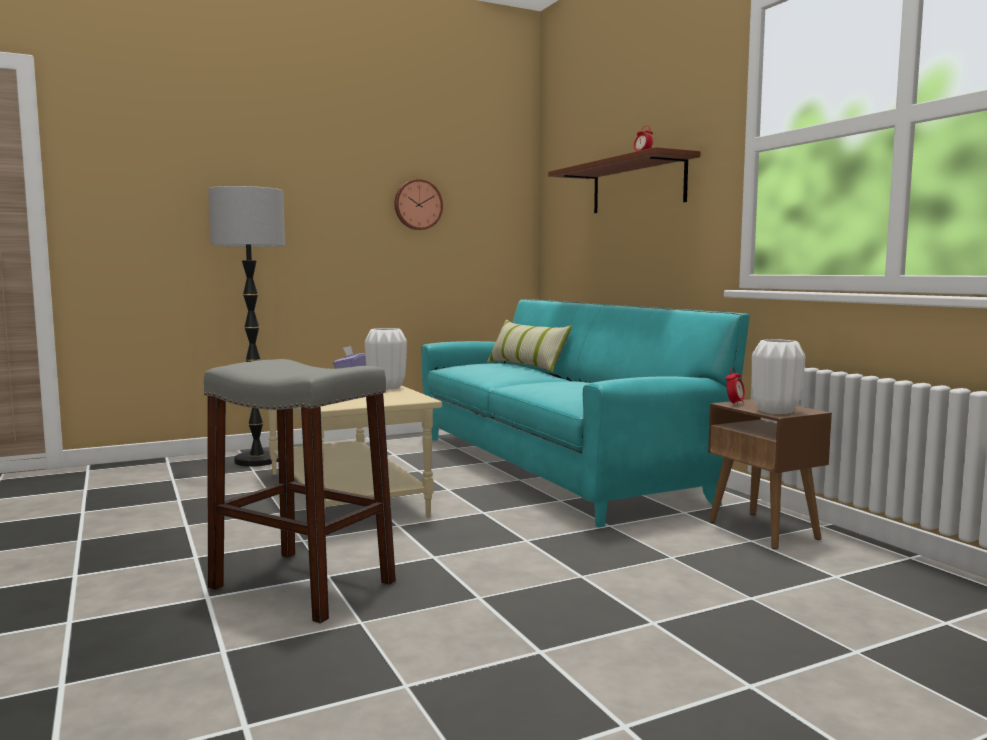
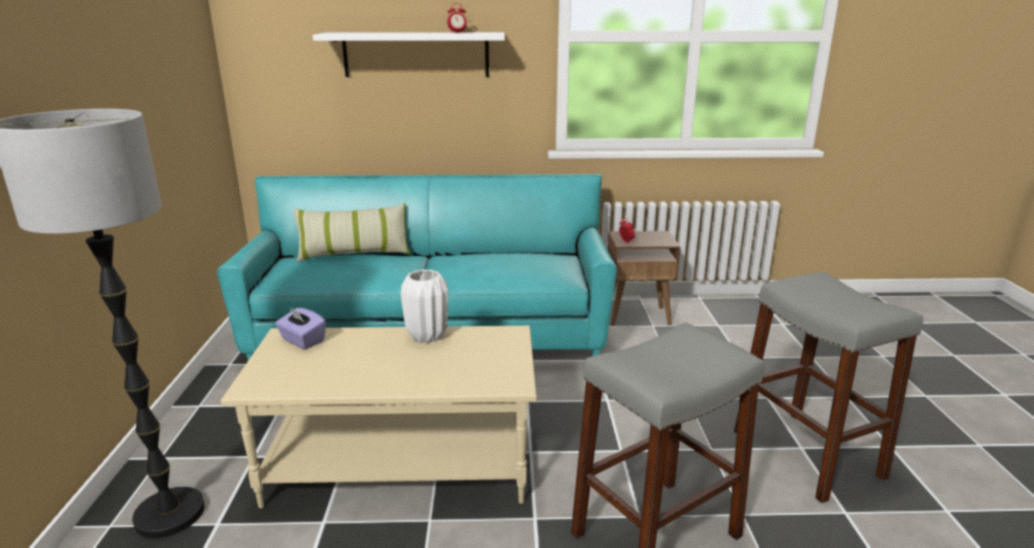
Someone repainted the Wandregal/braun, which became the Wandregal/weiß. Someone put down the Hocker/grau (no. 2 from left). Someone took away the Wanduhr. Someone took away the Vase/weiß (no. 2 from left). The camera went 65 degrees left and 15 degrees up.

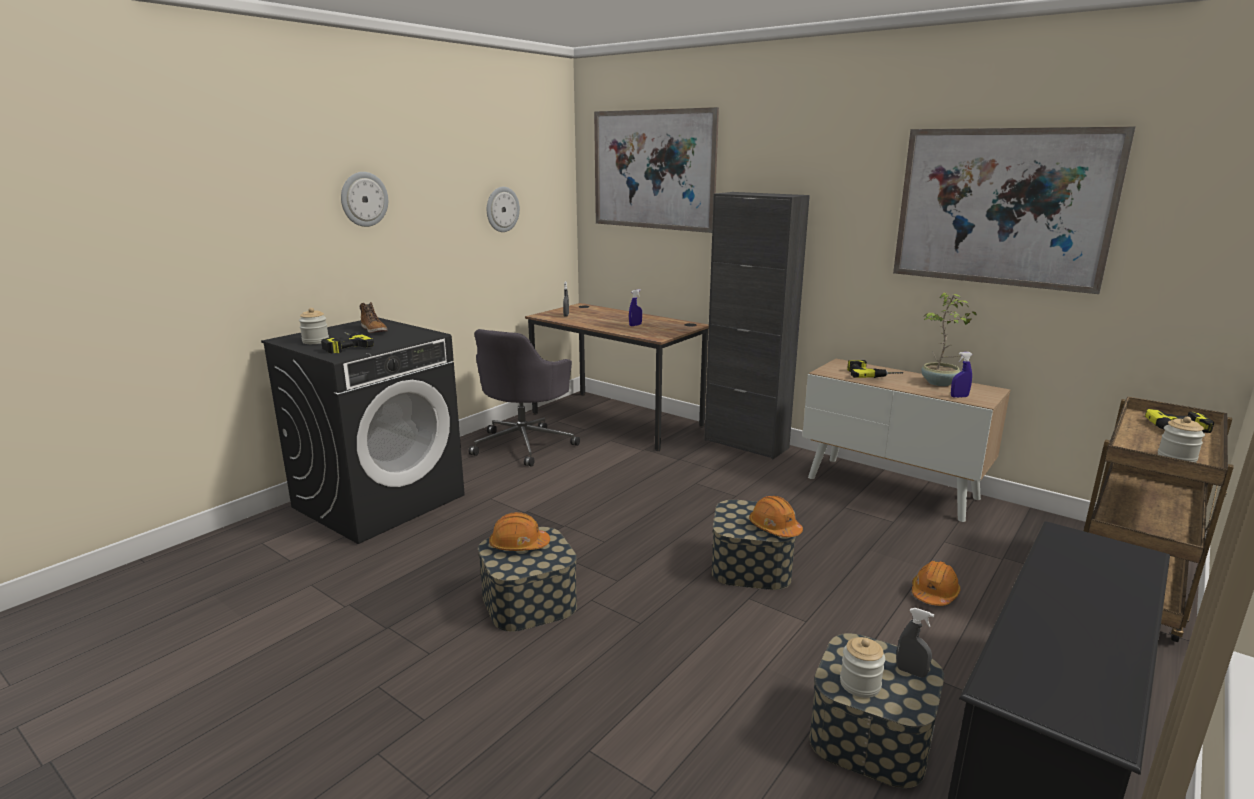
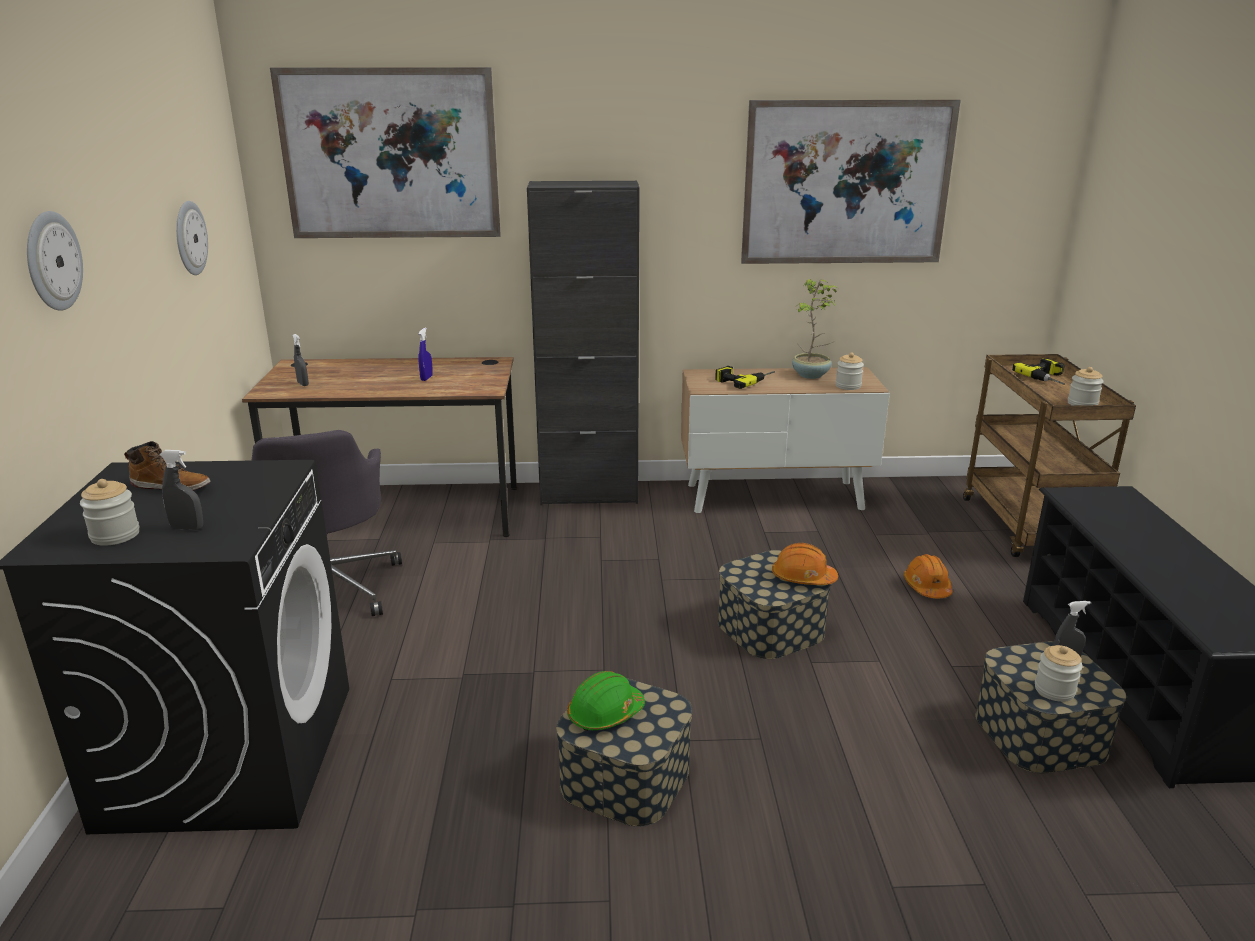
Someone swapped the Bohrmaschine (no. 1 from left) for the Sprühflasche/grau (no. 1 from left). Someone repainted the Schutzhelm/orange (no. 1 from left), which became the Schutzhelm/grün. Someone swapped the Sprühflasche/blau (no. 2 from left) for the Vorratsglas (no. 2 from left). The camera went 40 degrees left and 5 degrees up.

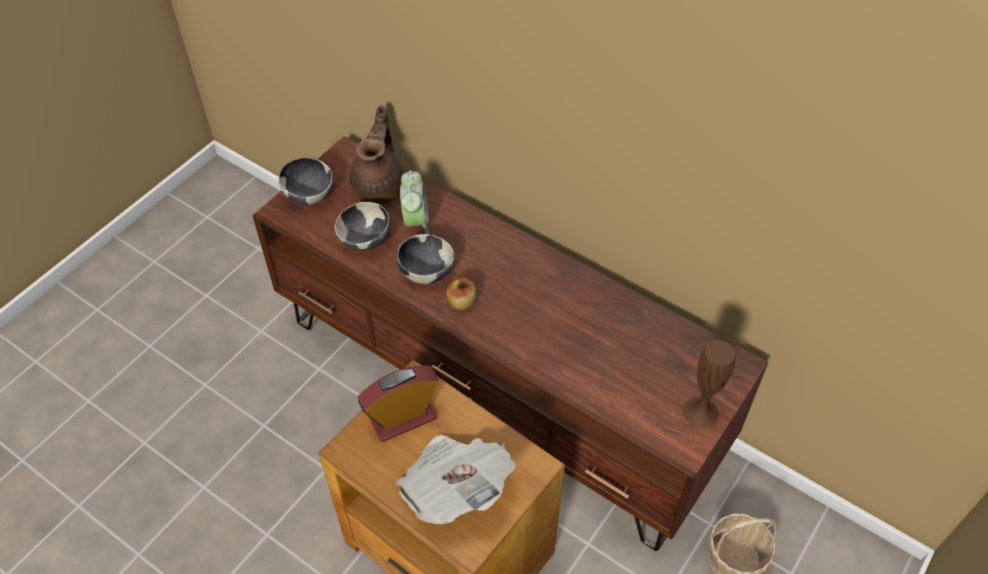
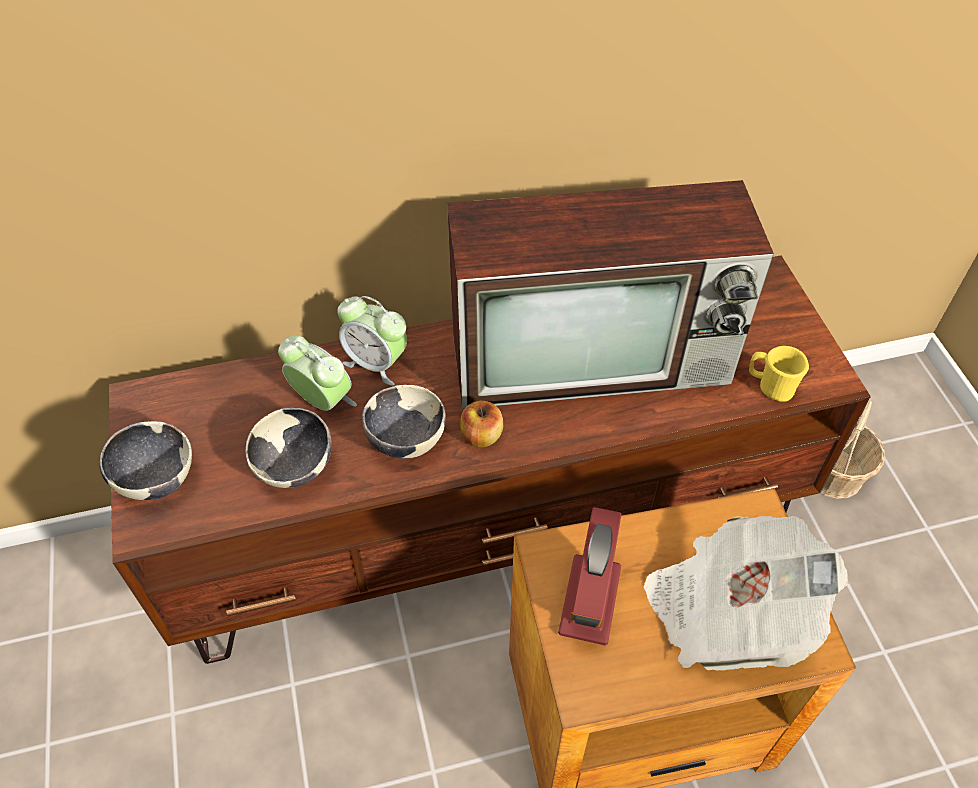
Someone put down the Wecker (no. 2 from left). Someone put down the Fernseher. Someone put down the Henkelbecher/gelb. Someone took away the Teekanne/braun. Someone took away the Vase/braun. The camera went 50 degrees left and 0 degrees up.

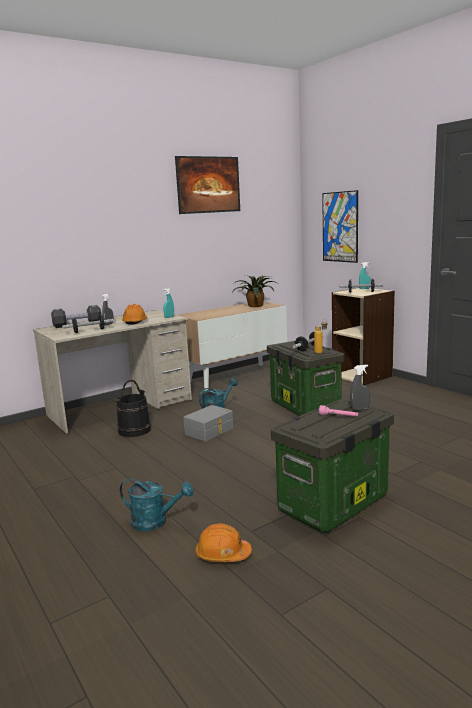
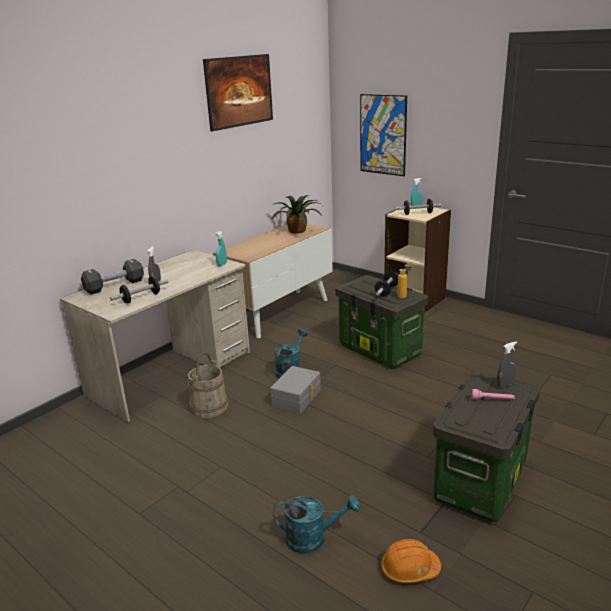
Someone repainted the Eimer/schwarz, which became the Eimer/beige. Someone took away the Schutzhelm/orange (no. 1 from left). The camera went 15 degrees left and 10 degrees up.

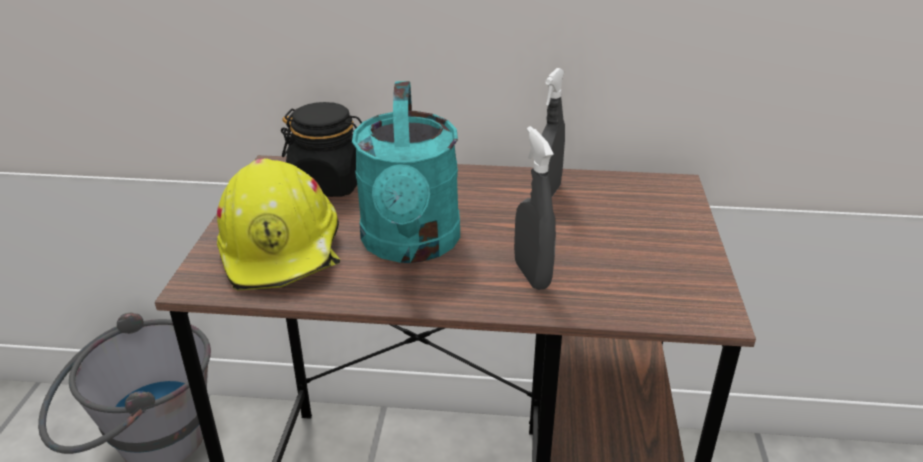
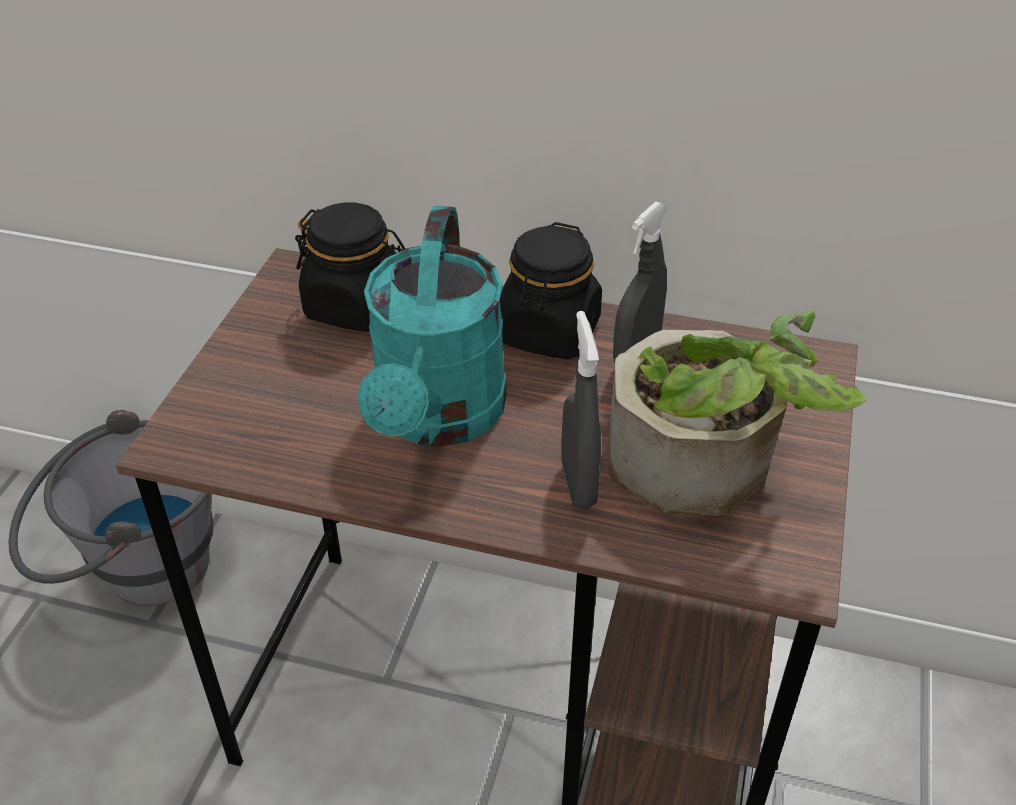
Someone put down the Vorratsglas/schwarz (no. 2 from left). Someone put down the Topfpflanze. Someone took away the Schutzhelm/gelb. The camera went 10 degrees right and 10 degrees up.

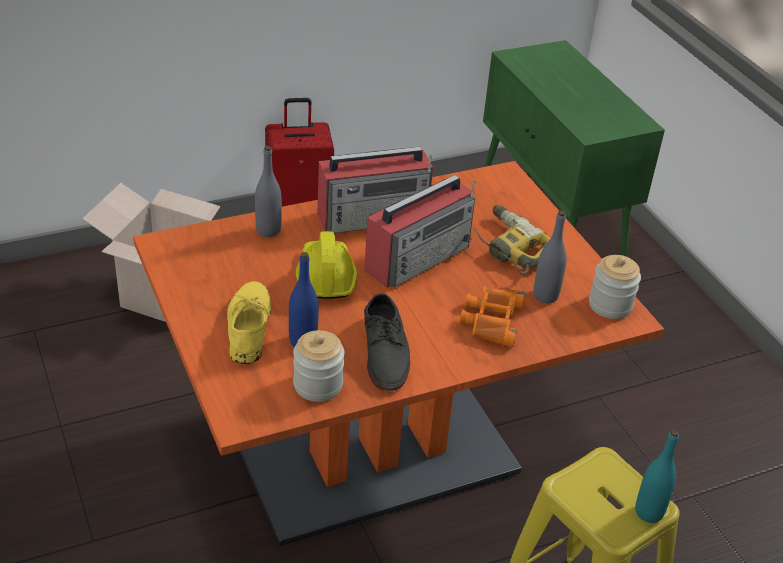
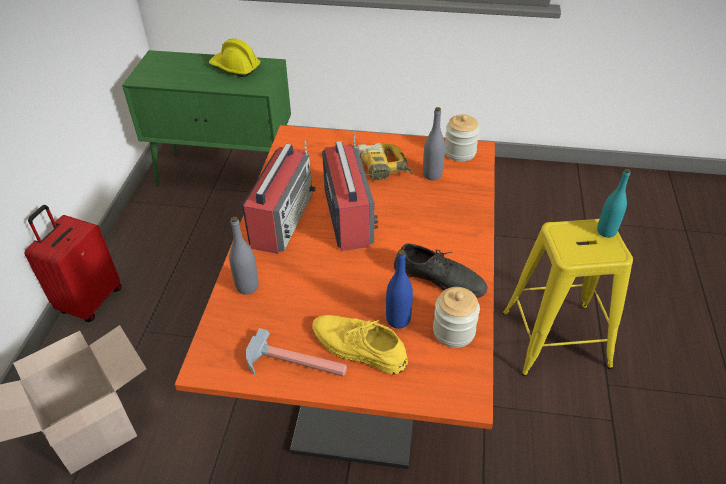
Someone carried the Schutzhelm/gelb. Someone put down the Hammer. Someone took away the Fernglas/orange. The camera went 55 degrees left and 5 degrees up.

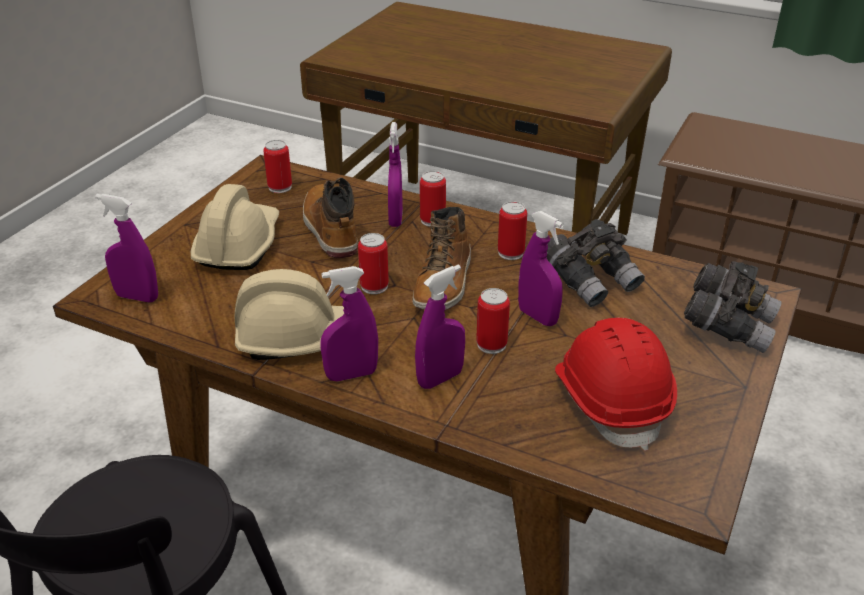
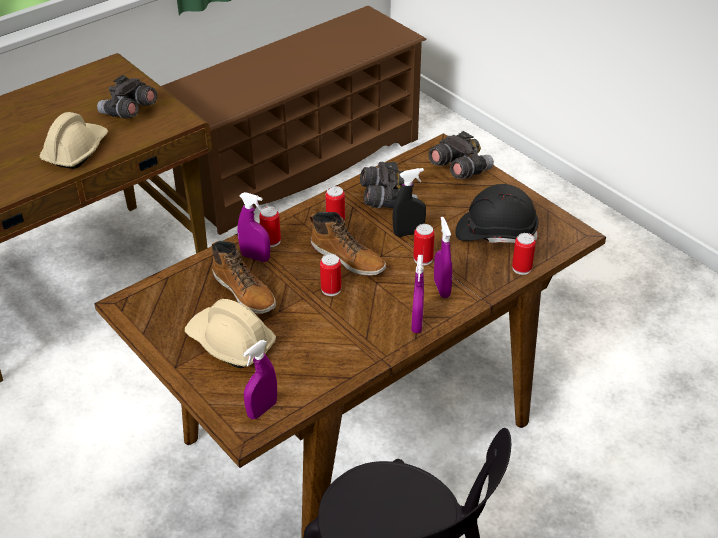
Someone carried the Schutzhelm/beige (no. 2 from left in the first image). Someone put down the Fernglas/grau (no. 1 from left). Someone rotated the Stiefel (no. 1 from left) by 135 degrees counterclockwise. Someone repainted the Sprühflasche/lila (no. 5 from left), which became the Sprühflasche/schwarz. Someone repainted the Schutzhelm/rot, which became the Schutzhelm/schwarz. Someone carried the Dose (no. 1 from left in the first image). The camera went 65 degrees left and 5 degrees up.

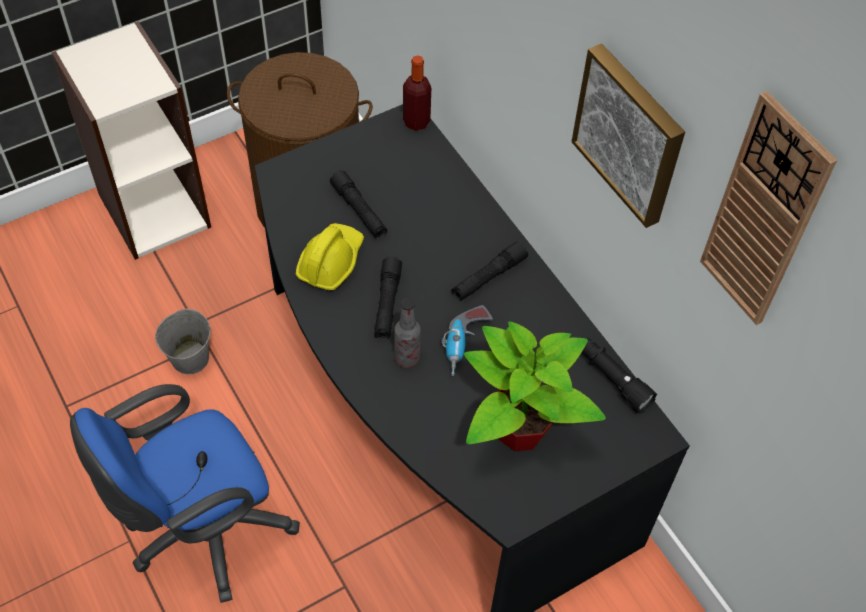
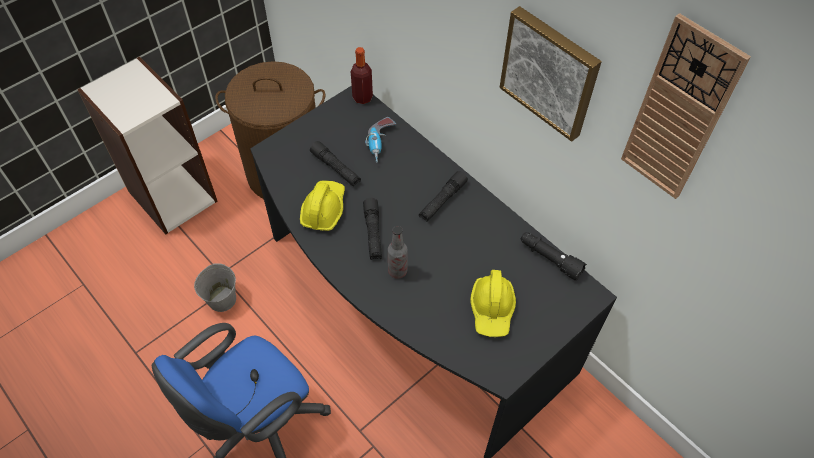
Someone carried the Bohrmaschine. Someone swapped the Topfpflanze for the Schutzhelm/gelb (no. 2 from left). The camera went 10 degrees left and 0 degrees up.

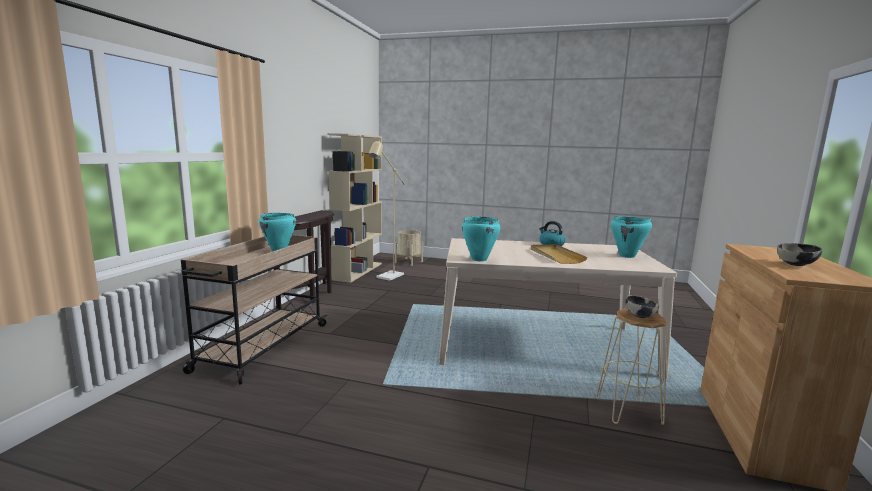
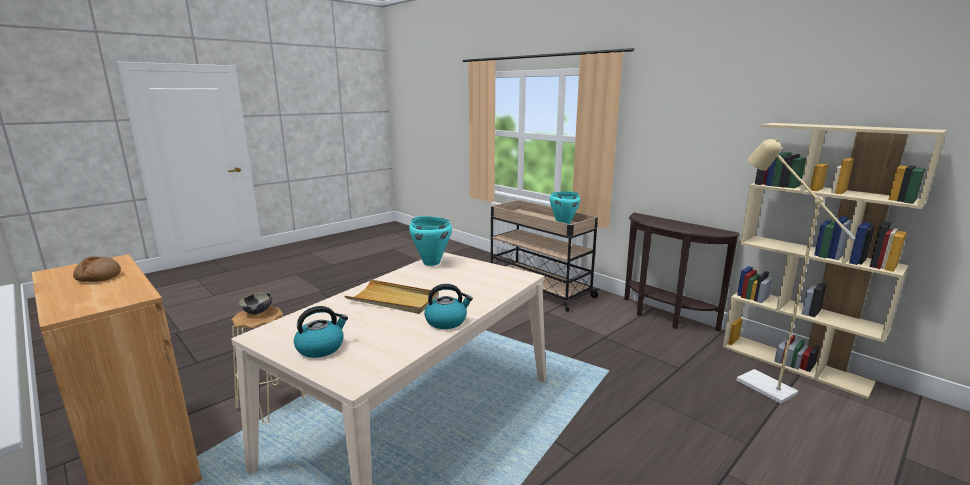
Someone swapped the Schüssel (no. 2 from left) for the Brot. Someone swapped the Kochtopf/türkis (no. 3 from left) for the Wasserkessel (no. 1 from left). Someone took away the Pflanzkübel/beige. The camera went 120 degrees right and 5 degrees up.

